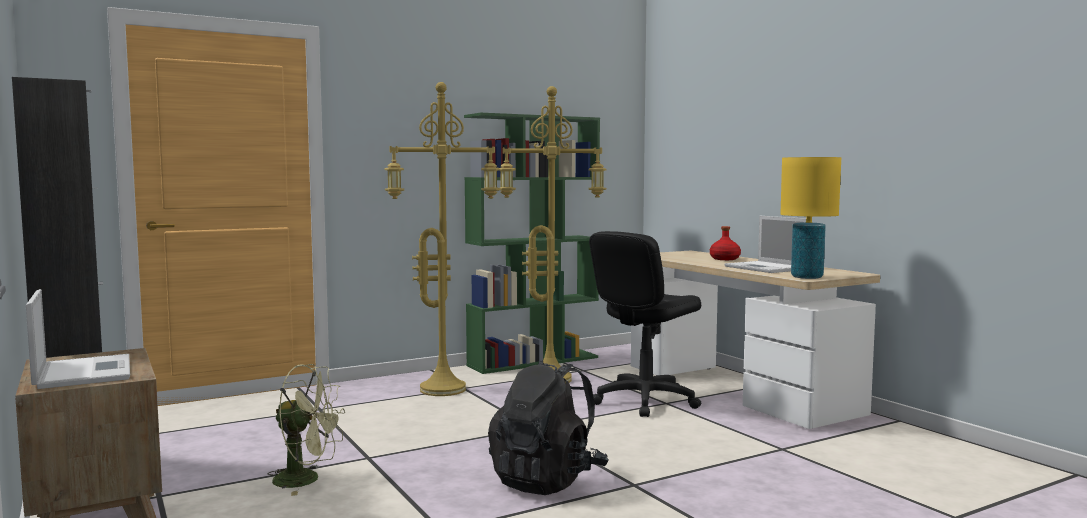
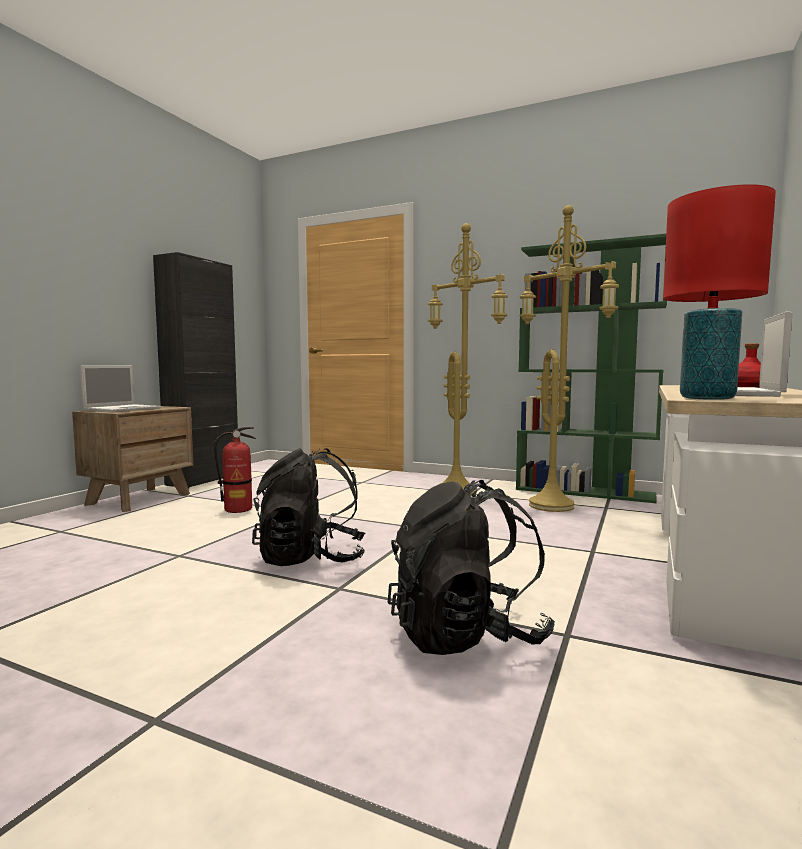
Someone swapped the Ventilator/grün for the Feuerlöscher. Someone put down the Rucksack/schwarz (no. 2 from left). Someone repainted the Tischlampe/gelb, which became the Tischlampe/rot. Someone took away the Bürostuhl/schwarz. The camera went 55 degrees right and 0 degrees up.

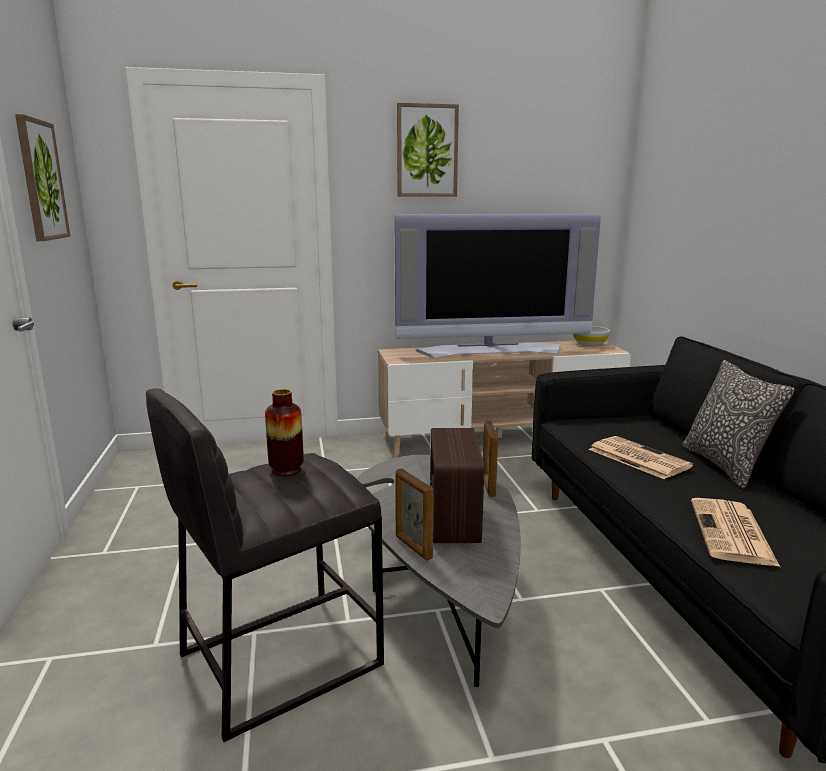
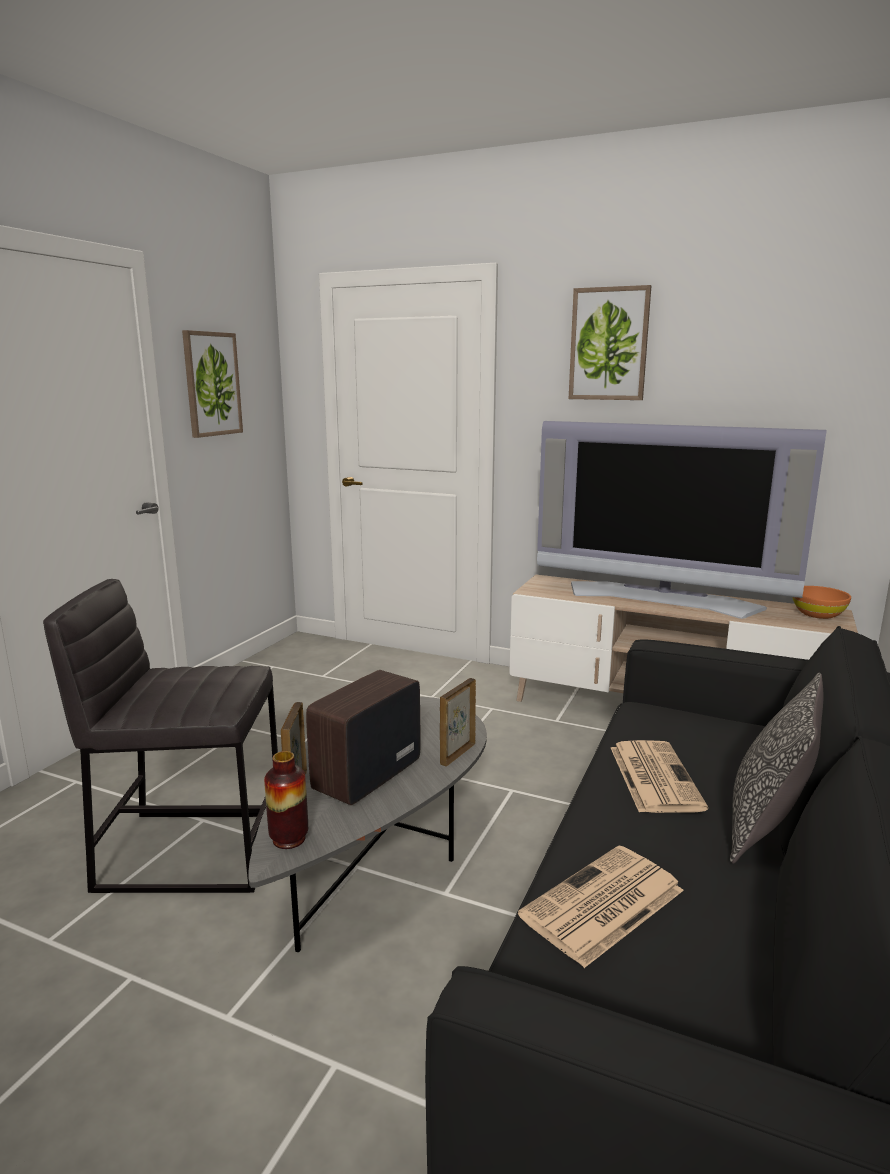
Someone carried the Vase. Someone repainted the Schüssel/weiß, which became the Schüssel/orange. The camera went 35 degrees right and 0 degrees up.

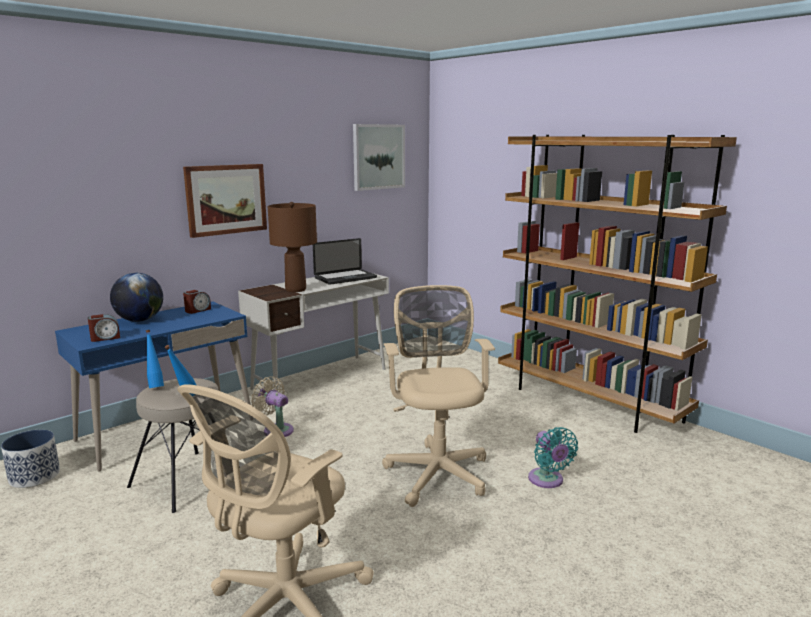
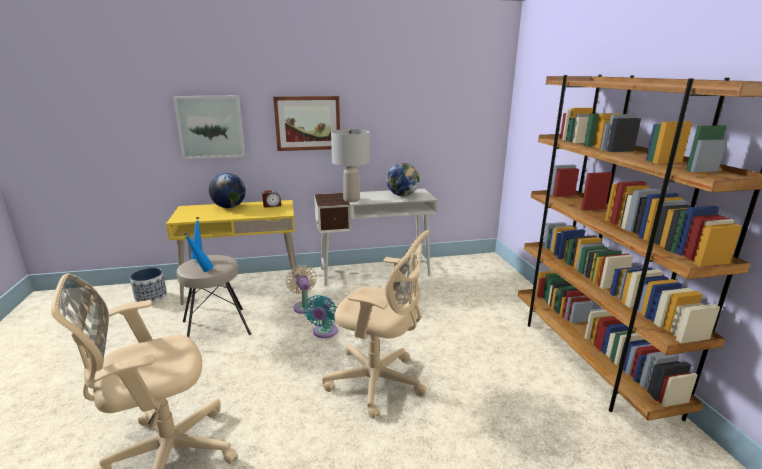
Someone repainted the Schreibtisch/blau, which became the Schreibtisch/gelb. Someone carried the Bild (no. 2 from left in the first image). Someone carried the Ventilator/türkis. Someone rotated the Bürostuhl/beige (no. 2 from left) by 90 degrees clockwise. Someone repainted the Tischlampe/braun, which became the Tischlampe/grau. Someone swapped the Laptop for the Globus (no. 2 from left). Someone took away the Wecker (no. 1 from left). The camera went 30 degrees right and 5 degrees up.

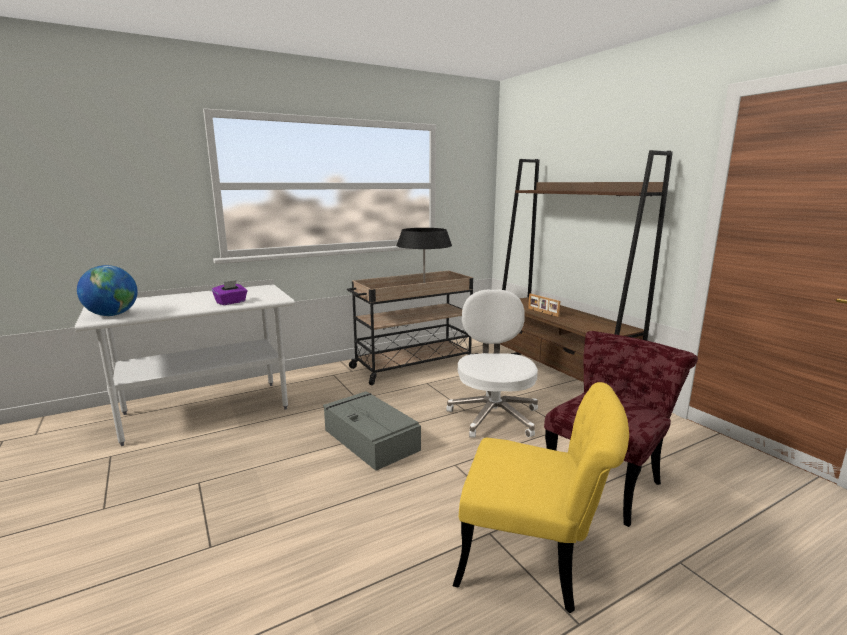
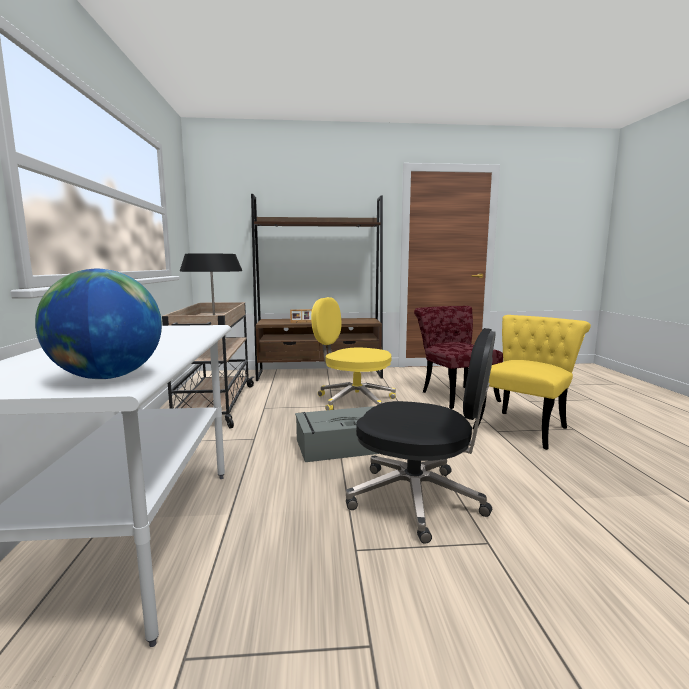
Someone repainted the Bürostuhl/weiß, which became the Bürostuhl/gelb. Someone put down the Bürostuhl/schwarz. Someone took away the Taschentuchbox/lila. The camera went 65 degrees left and 5 degrees down.

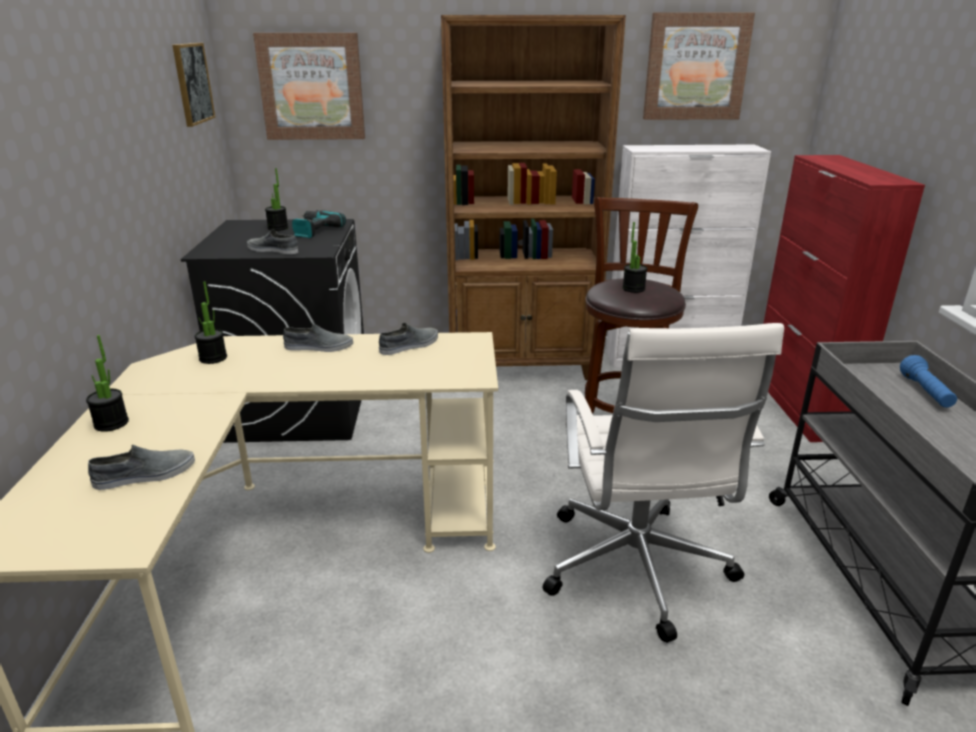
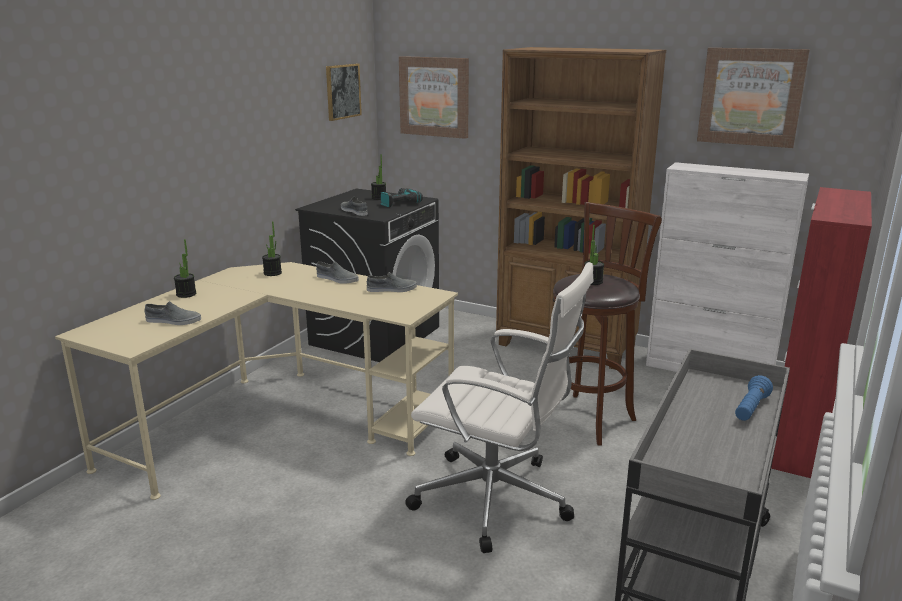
Someone rotated the Bürostuhl/weiß by 90 degrees counterclockwise. The camera went 30 degrees right and 5 degrees down.

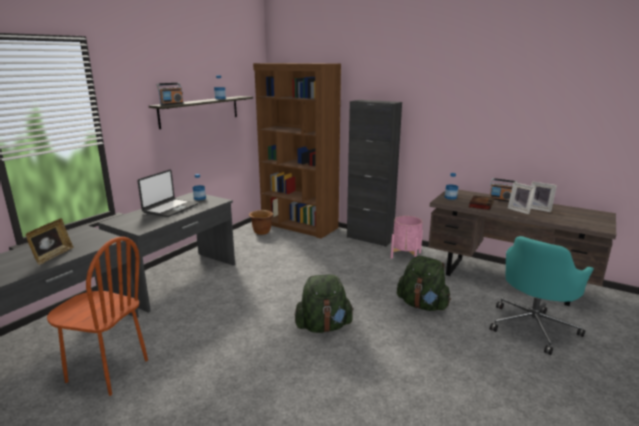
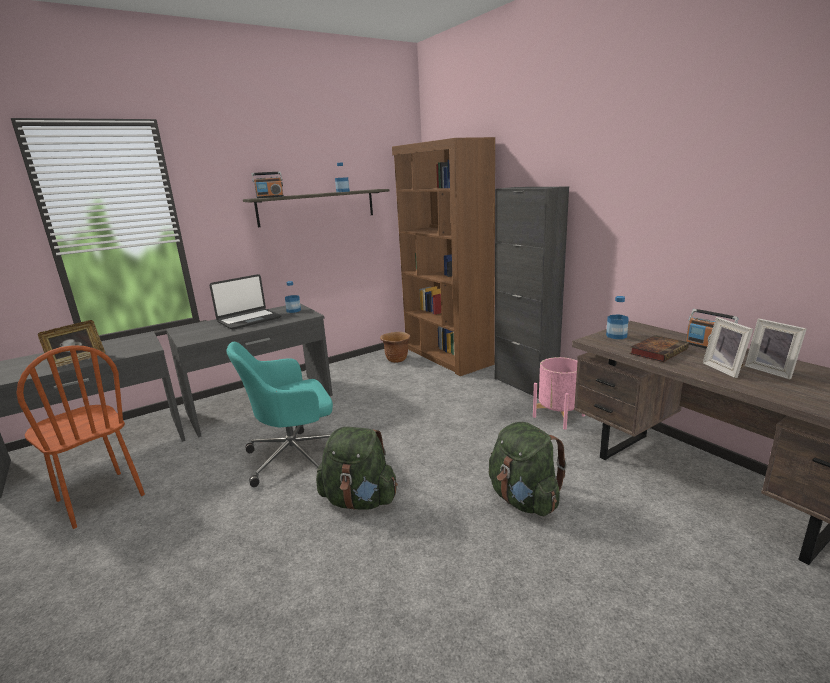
Someone carried the Bürostuhl/türkis. The camera went 25 degrees right and 0 degrees up.

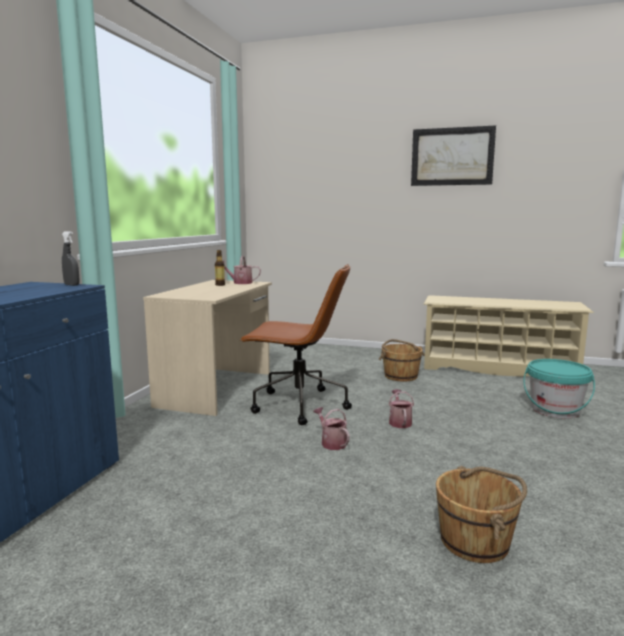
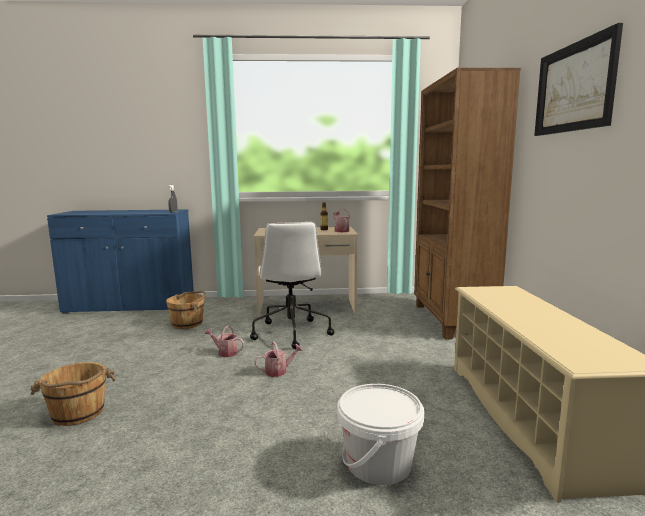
Someone carried the Eimer/braun (no. 1 from left in the first image). Someone rotated the Gießkanne (no. 2 from left in the first image) by 105 degrees counterclockwise. Someone repainted the Bürostuhl/braun, which became the Bürostuhl/weiß. Someone repainted the Eimer/türkis, which became the Eimer/weiß. Someone put down the Bücherregal/braun. The camera went 70 degrees right and 0 degrees up.

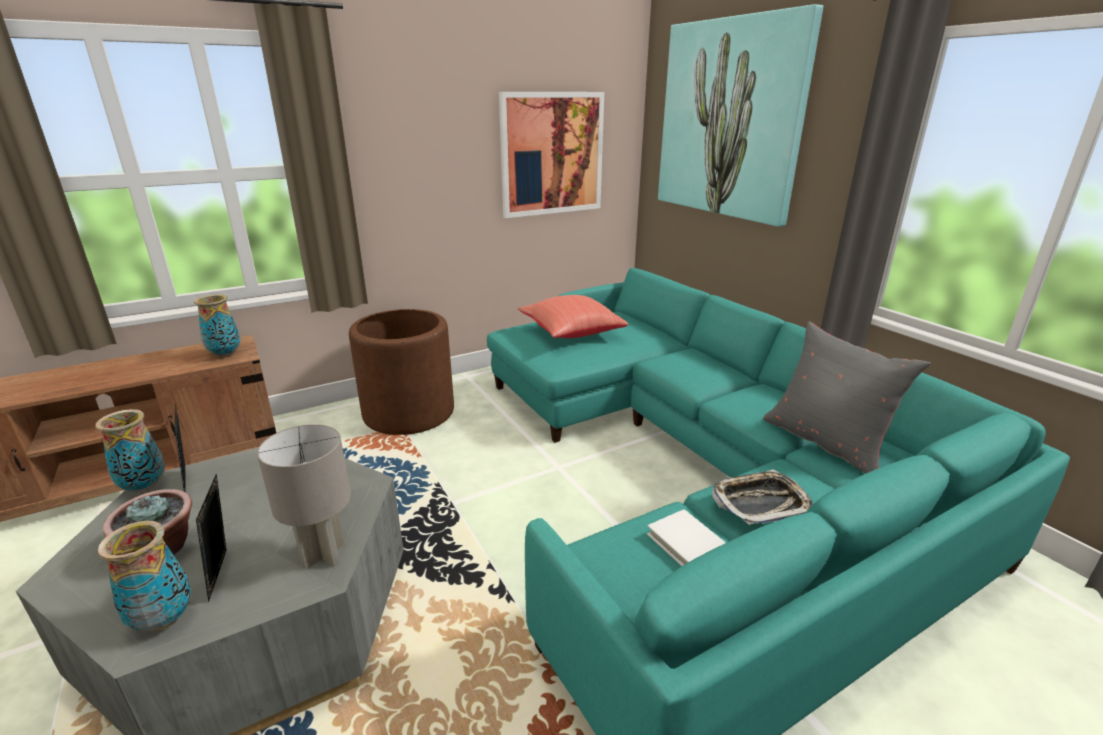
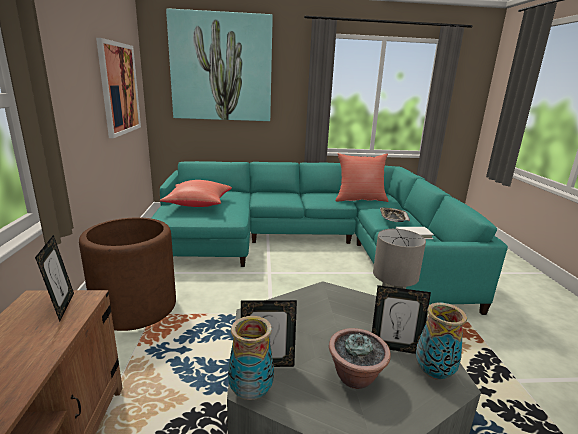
Someone swapped the Vase (no. 3 from left) for the Bilderrahmen (no. 1 from left). Someone repainted the Kissen/grau, which became the Kissen/rot (no. 2 from left). The camera went 65 degrees left and 5 degrees down.

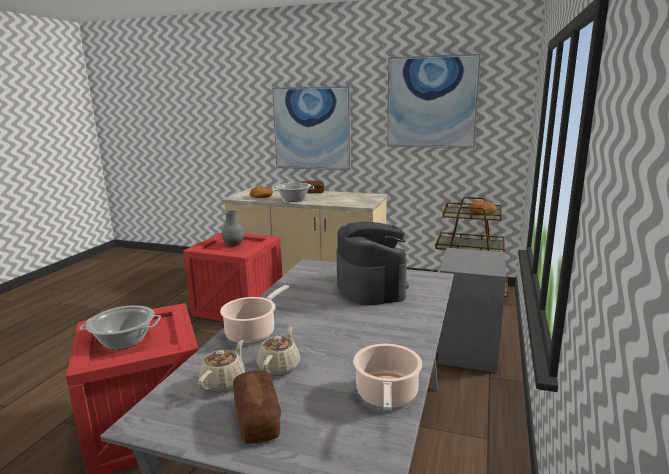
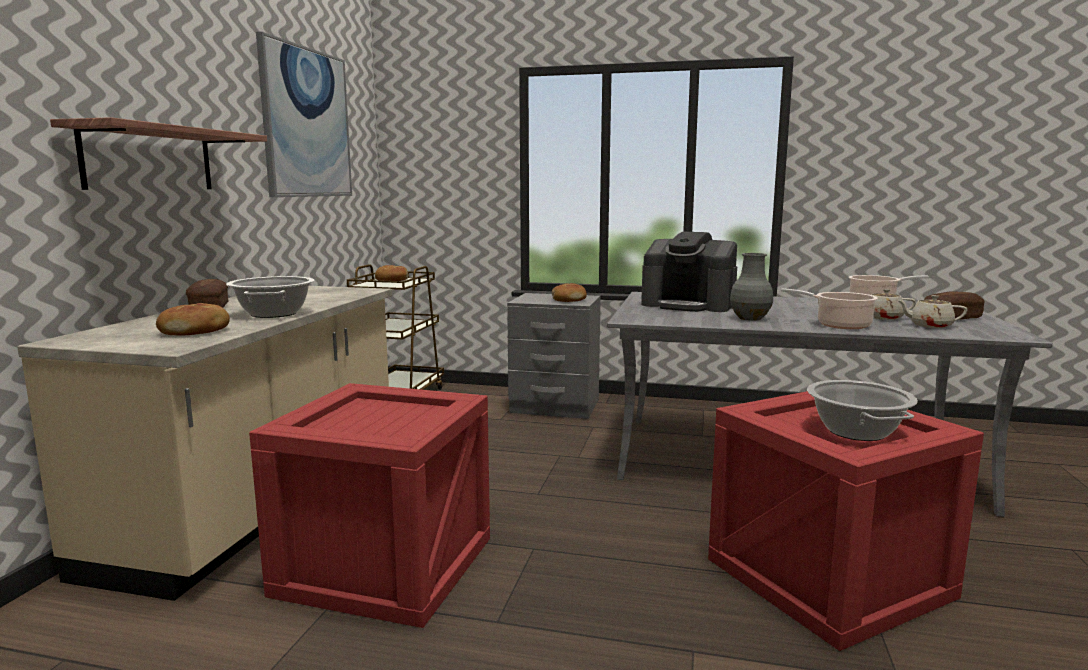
Someone swapped the Bild (no. 1 from left) for the Wandregal. Someone put down the Brot (no. 4 from left). Someone rotated the Kaffeemaschine by 135 degrees counterclockwise. Someone carried the Vase/grau. The camera went 95 degrees left and 5 degrees down.

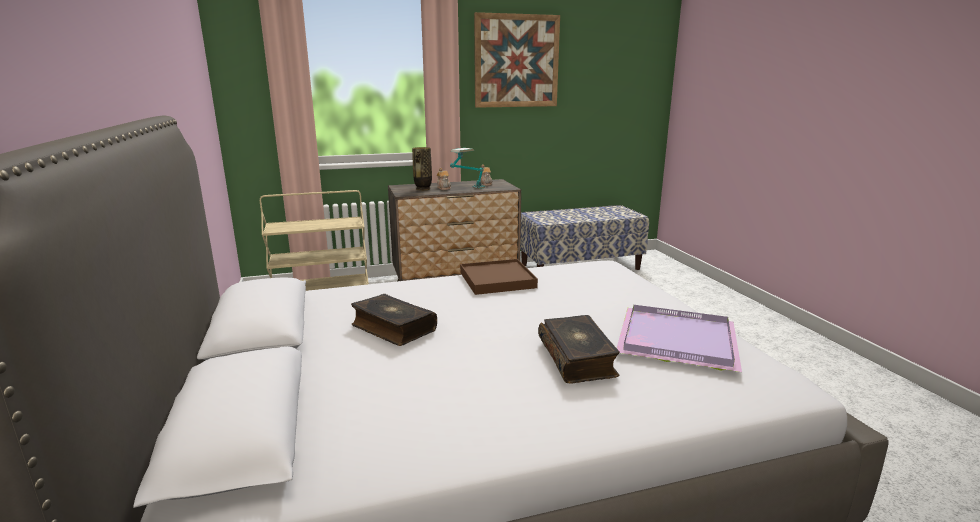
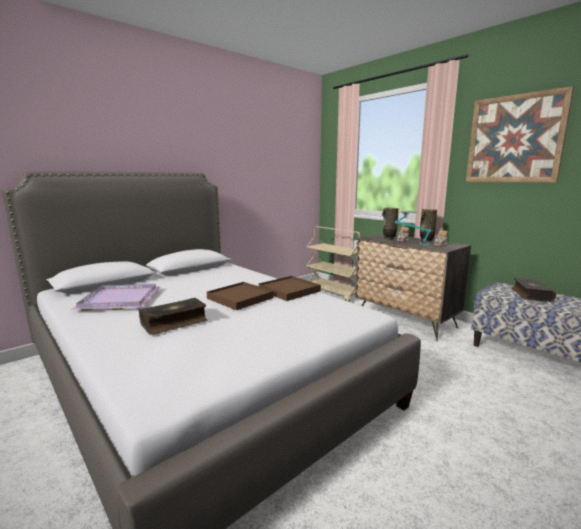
Someone carried the Tablett/lila. Someone put down the Tablett/braun (no. 1 from left). Someone put down the Vase (no. 2 from left). Someone carried the Buch (no. 1 from left in the first image). The camera went 65 degrees right and 5 degrees down.

